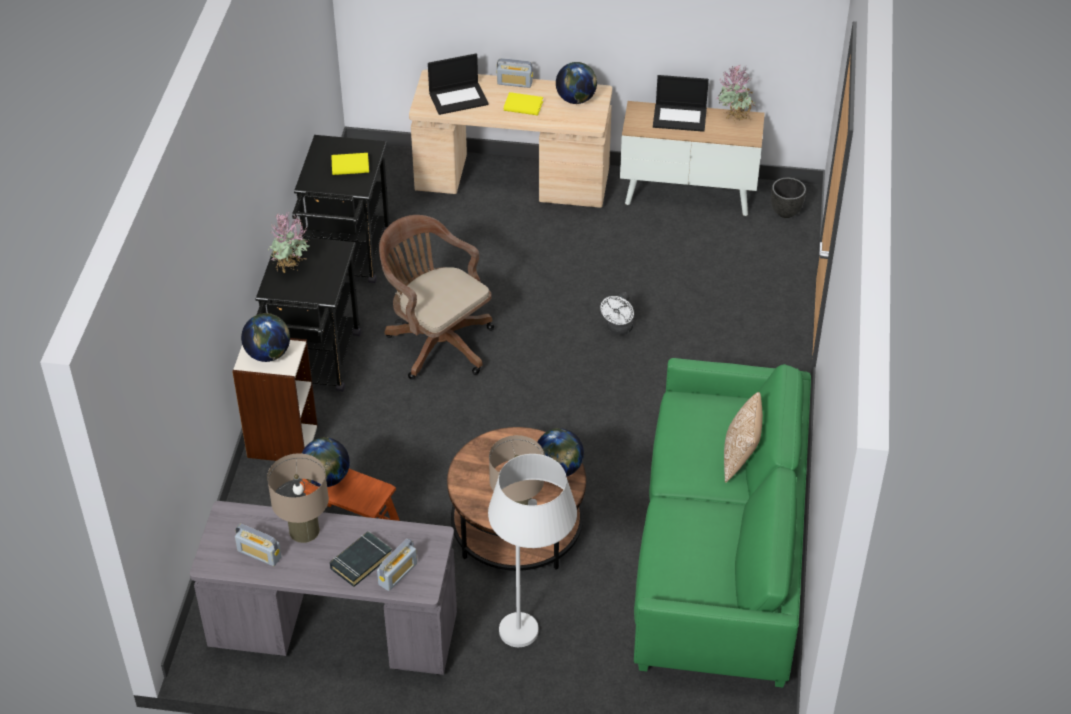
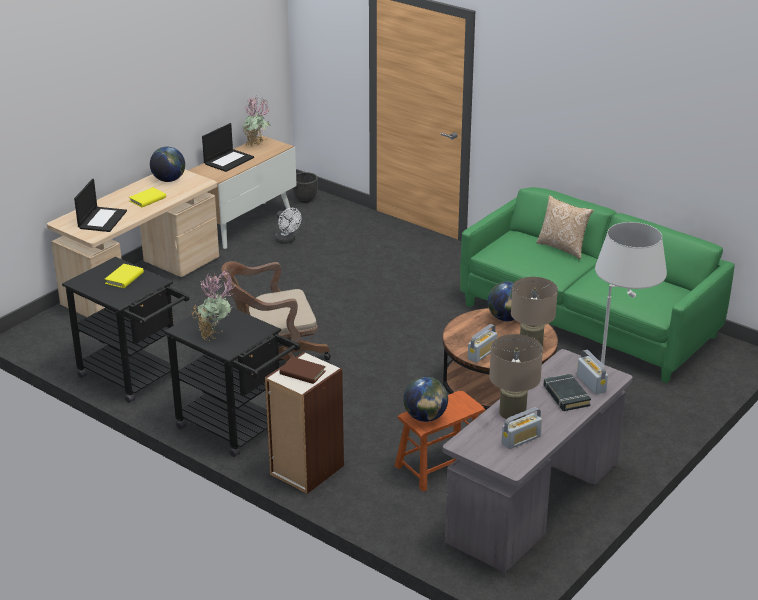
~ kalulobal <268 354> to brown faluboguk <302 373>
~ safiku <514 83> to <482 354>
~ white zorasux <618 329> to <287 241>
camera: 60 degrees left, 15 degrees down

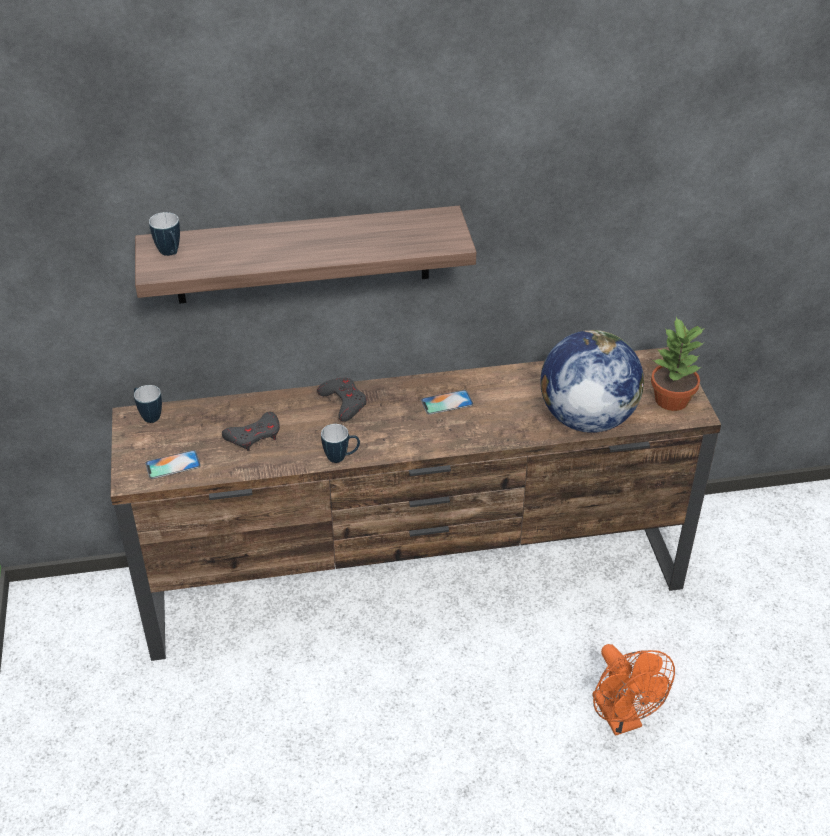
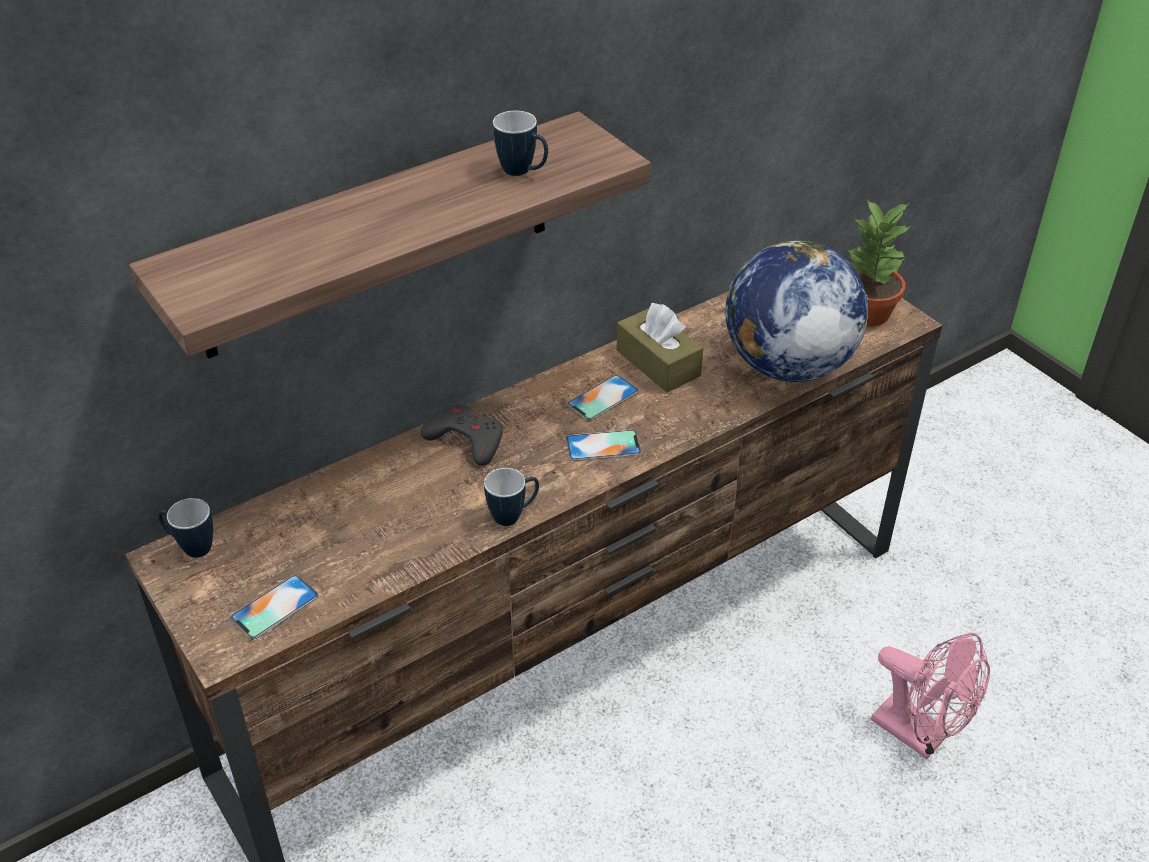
~ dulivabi <171 254> to <523 172>
- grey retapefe <254 435>
~ orange zorasux <621 719> to pink zorasux <920 735>
+ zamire <603 446>
+ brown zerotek <658 363>
camera: 25 degrees left, 0 degrees up

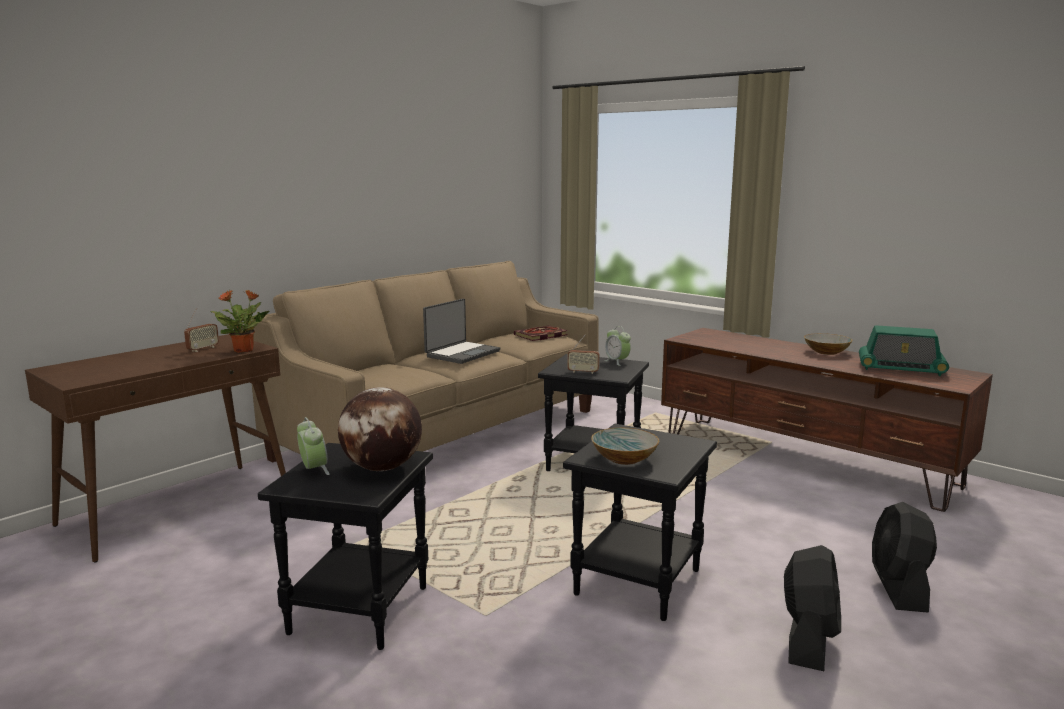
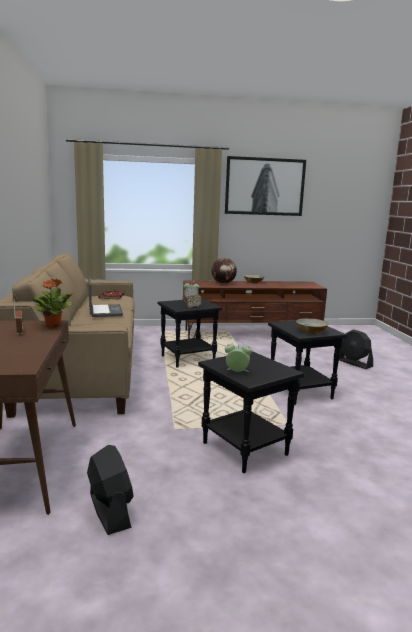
~ kalulobal <382 468> to <223 283>
~ black zorasux <808 639> to <109 510>
- safiku <901 368>
+ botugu <265 186>
camera: 50 degrees left, 0 degrees up

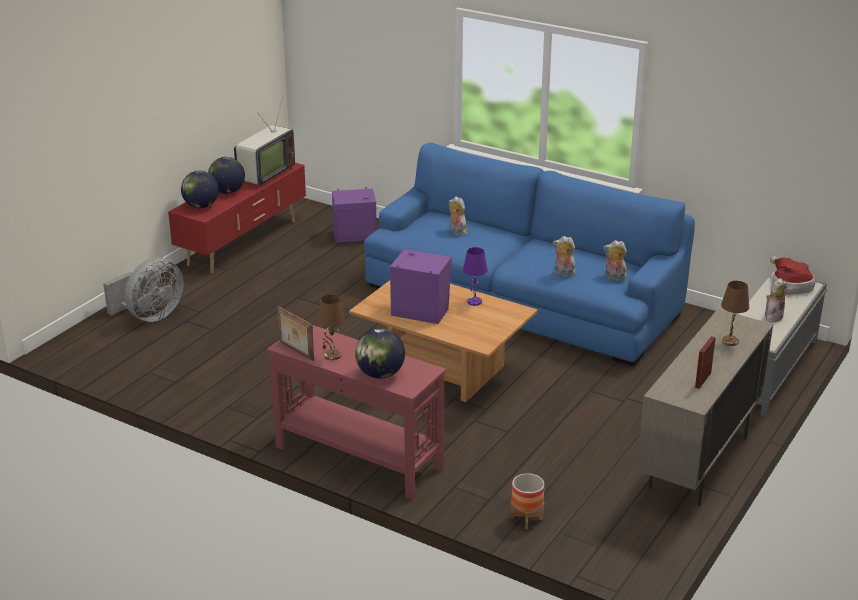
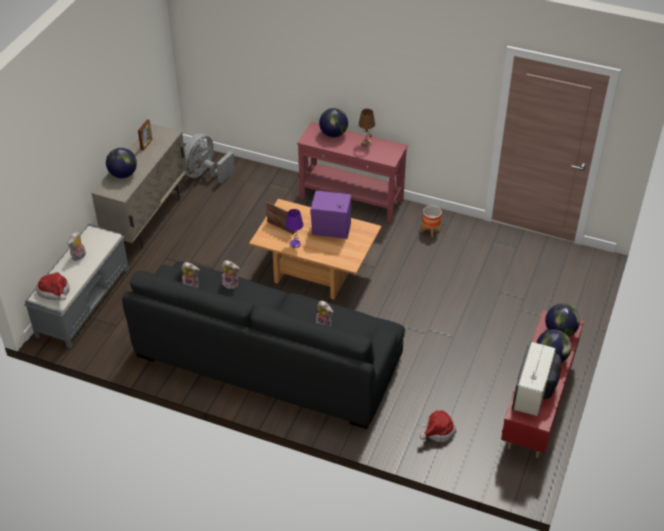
~ grey zorasux <150 316> to <205 174>
~ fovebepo <296 351> to <281 227>
~ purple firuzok <355 236> to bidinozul <438 431>
~ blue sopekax <521 300> to black sopekax <268 357>
~ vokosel <526 518> to <430 230>
~ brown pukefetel <730 341> to kalulobal <123 174>
camera: 170 degrees right, 15 degrees up

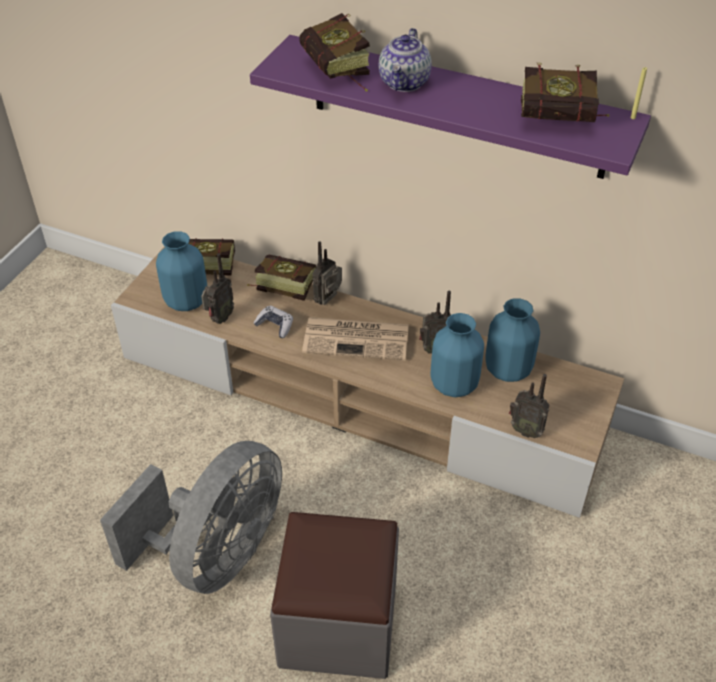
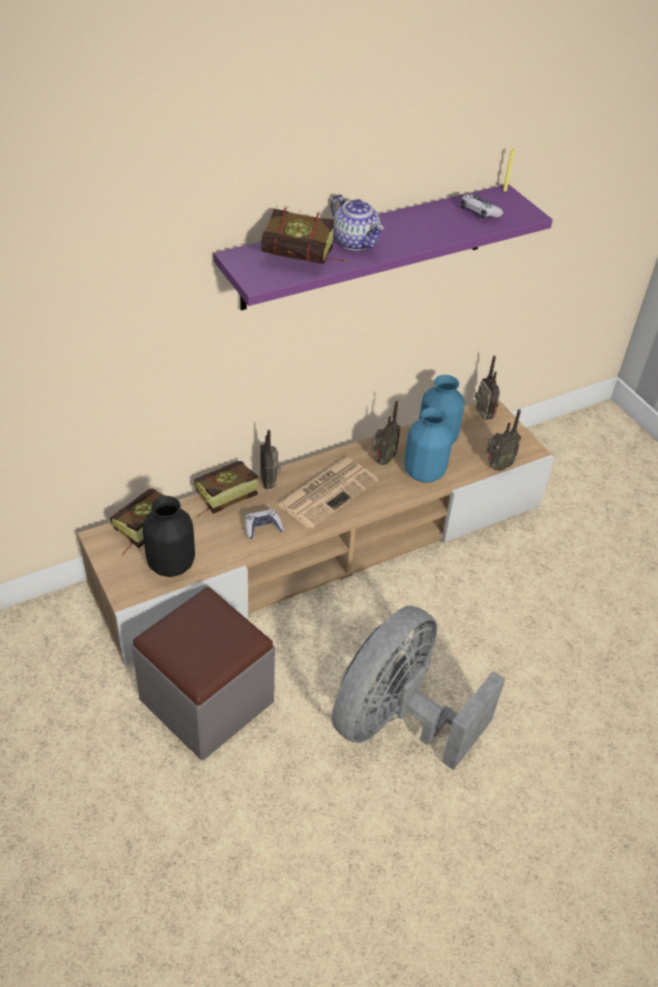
~ grey zorasux <216 554> = <397 721> 120 degrees counterclockwise
~ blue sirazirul <186 301> to black sirazirul <170 564>
~ safiku <219 319> to <482 417>
~ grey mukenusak <338 623> to <207 700>
~ faluboguk <564 120> to retapefe <479 212>
camera: 55 degrees left, 0 degrees up

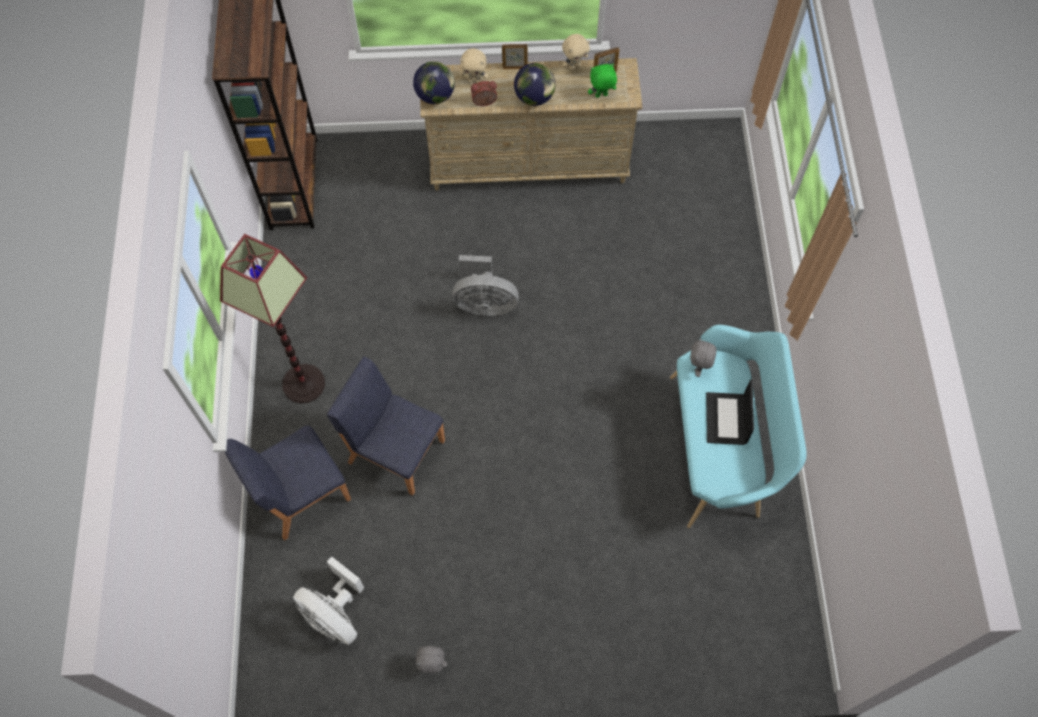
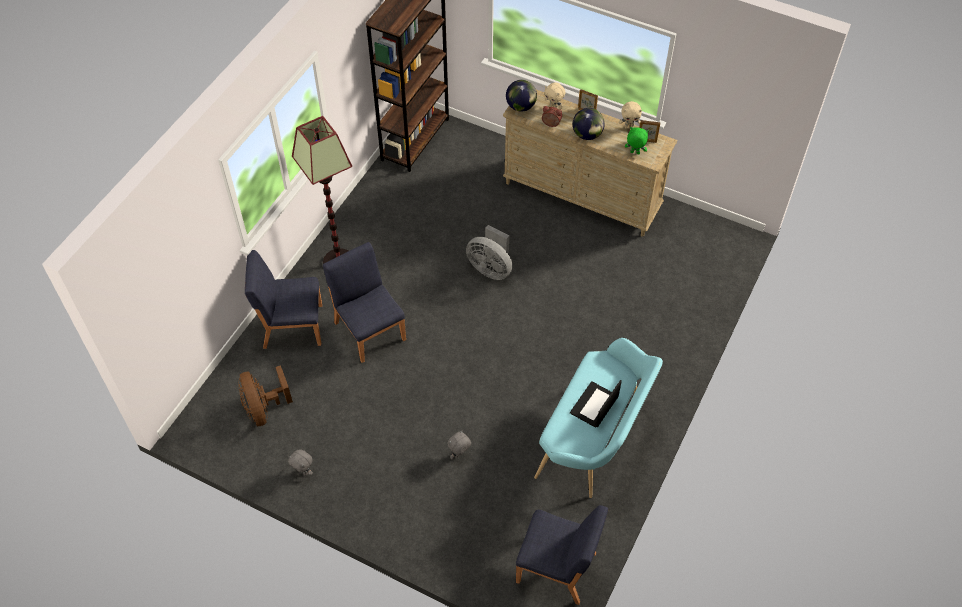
~ white zorasux <335 614> to brown zorasux <264 408>
~ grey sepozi <699 367> to <459 455>
+ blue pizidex <557 568>
camera: 30 degrees right, 10 degrees down

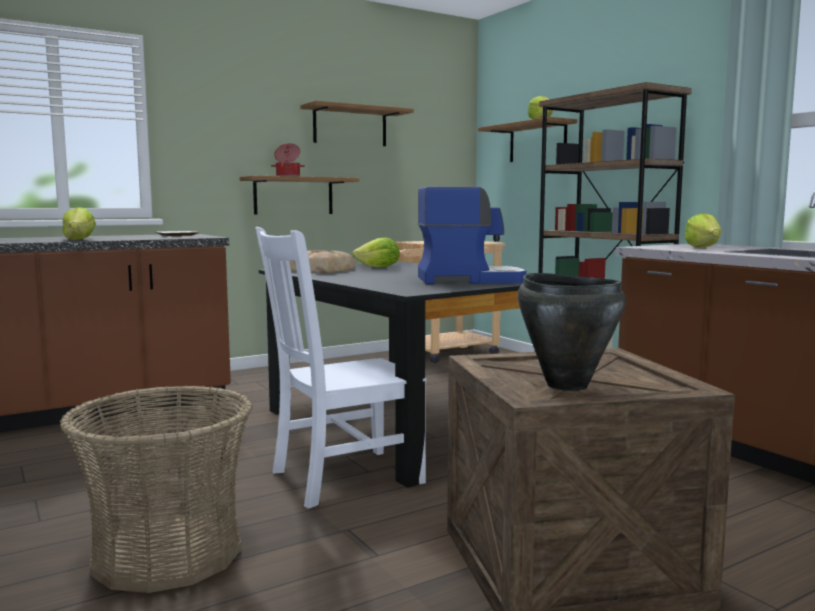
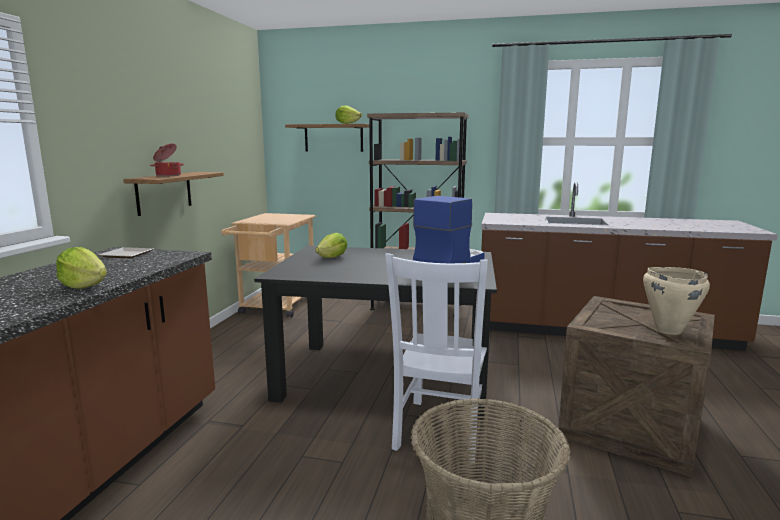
- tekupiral <320 270>
- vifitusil <350 126>
~ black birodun <566 385> to beige birodun <668 330>
- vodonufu <703 247>
camera: 45 degrees left, 5 degrees up

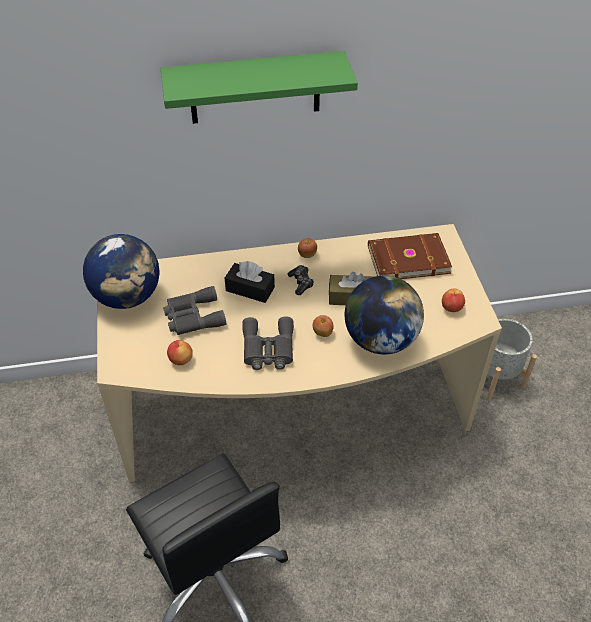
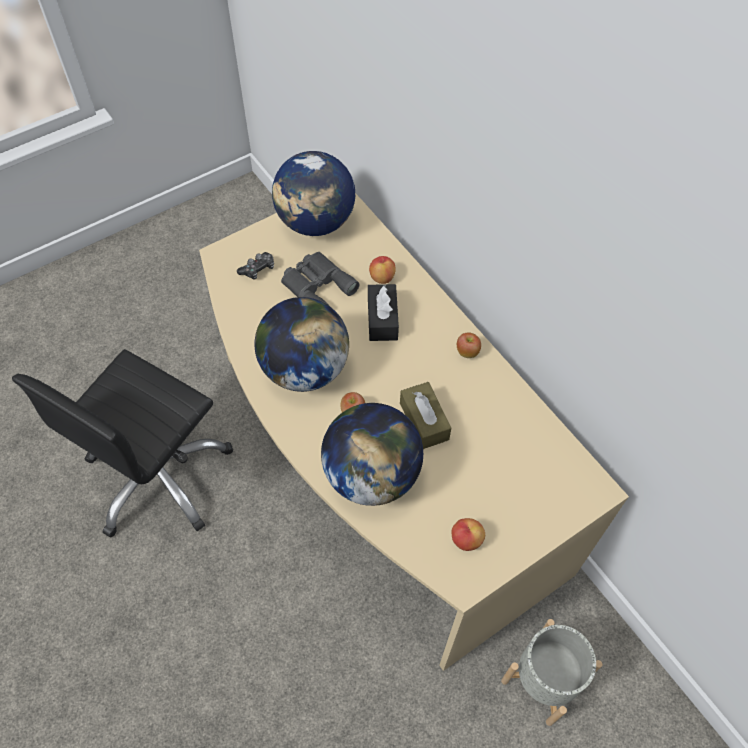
- green vifitusil <255 88>
~ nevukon <180 360> to <382 277>
~ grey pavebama <268 349> to kalulobal <304 369>
~ retapefe <301 283> to <258 269>
- brown faluboguk <407 258>
camera: 65 degrees right, 10 degrees up

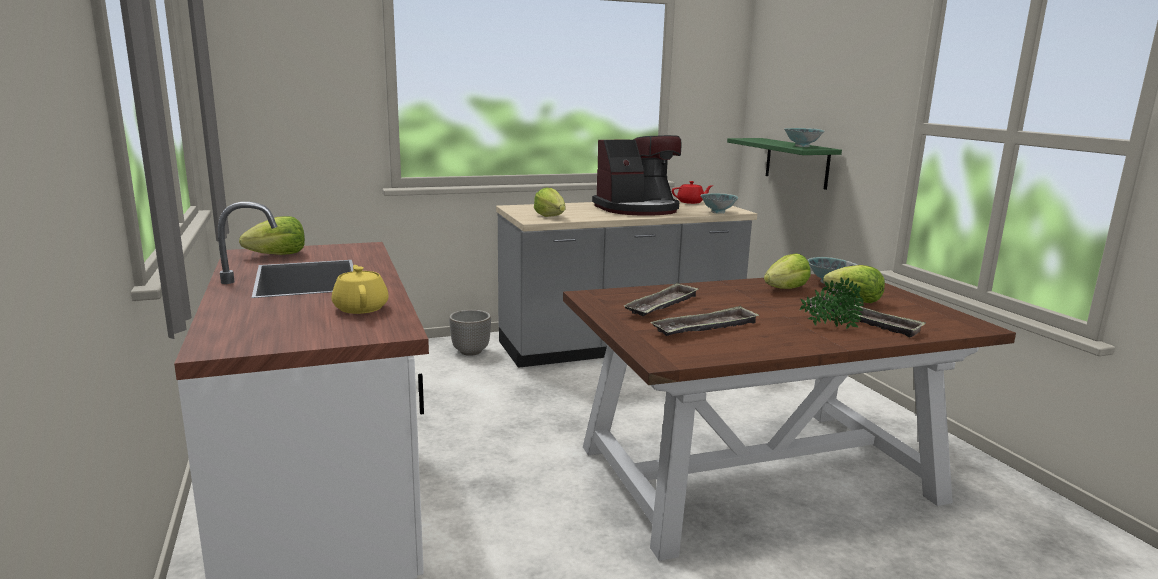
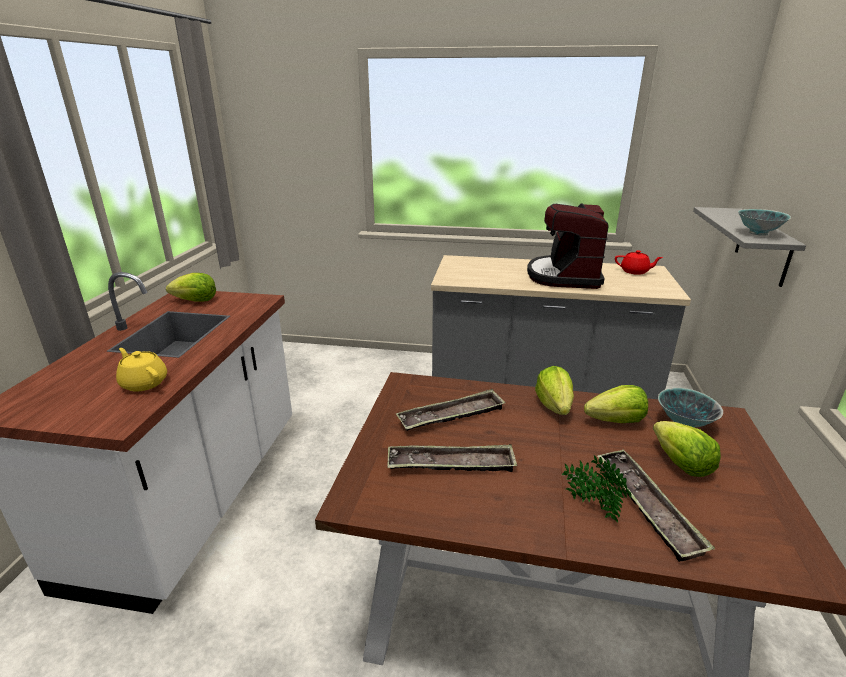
~ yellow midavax <361 308> = <144 383> 60 degrees counterclockwise
- vokosel <471 351>
~ vodonufu <550 216> to <554 406>
~ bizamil <638 209> = <564 276> 90 degrees clockwise
- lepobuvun <717 212>
~ green vifitusil <796 163> to grey vifitusil <763 246>
camera: 30 degrees right, 10 degrees up

